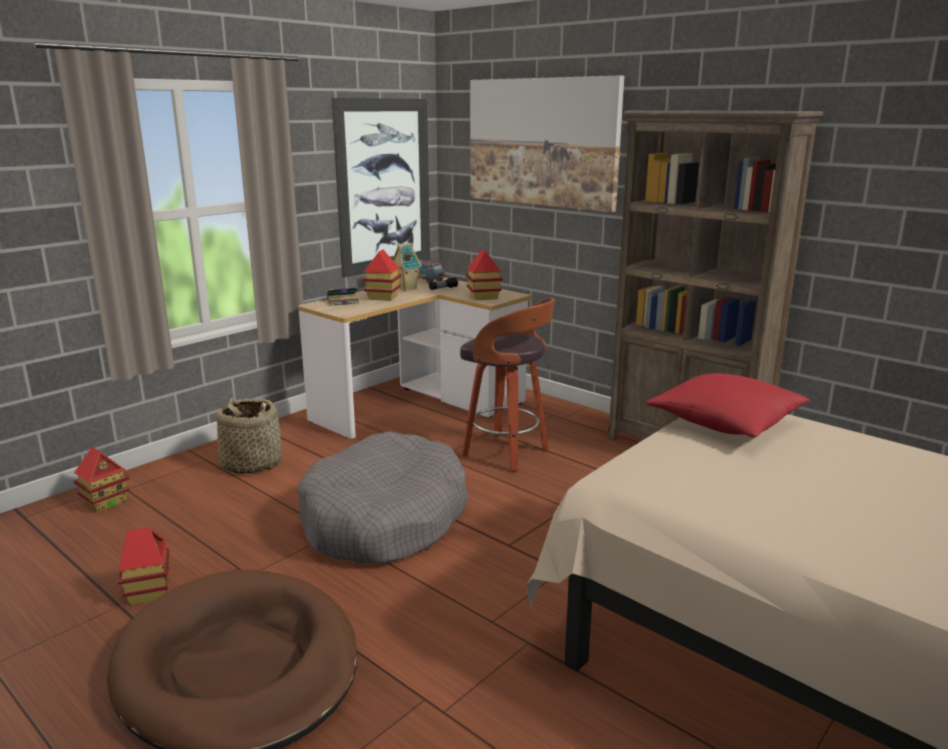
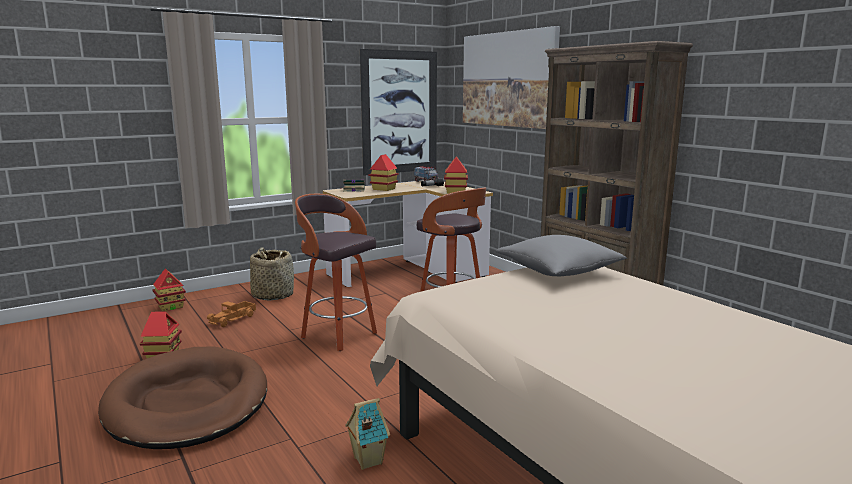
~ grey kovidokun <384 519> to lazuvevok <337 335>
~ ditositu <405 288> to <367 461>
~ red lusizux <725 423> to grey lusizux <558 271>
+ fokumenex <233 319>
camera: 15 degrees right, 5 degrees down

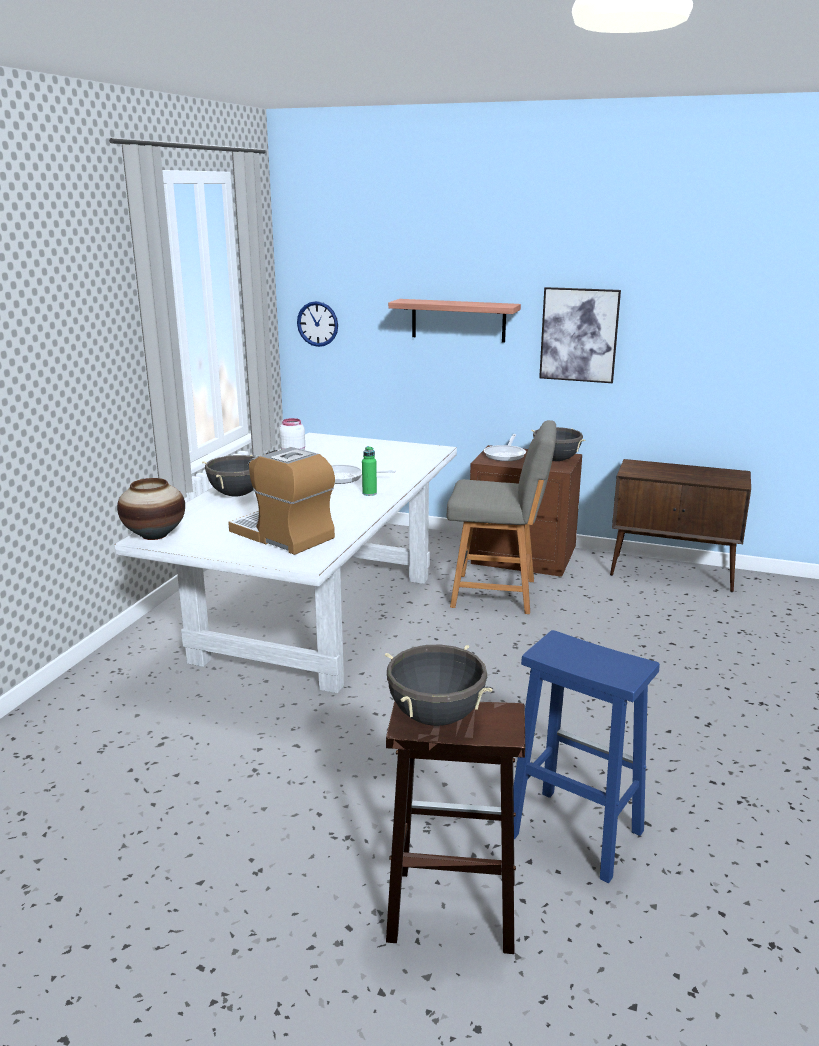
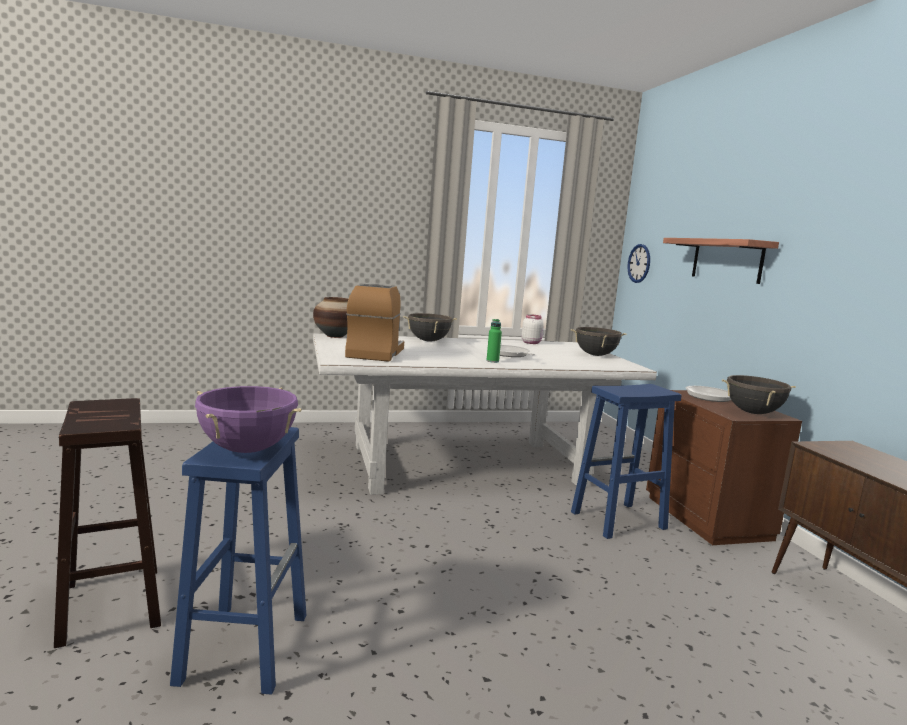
~ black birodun <436 717> to <595 355>
~ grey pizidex <497 594> to blue lazuvevok <617 521>
- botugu <579 335>
+ purple birodun <247 450>
camera: 55 degrees right, 10 degrees down

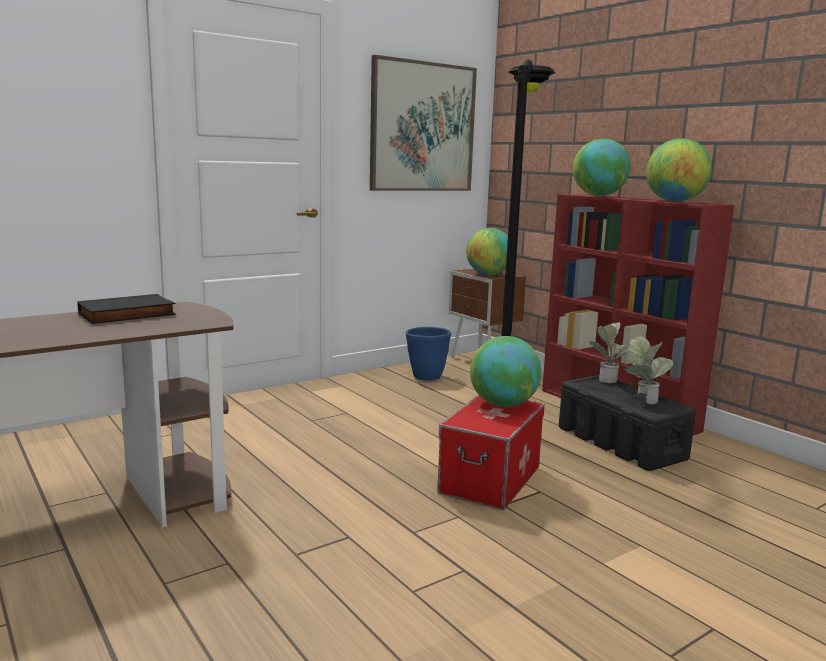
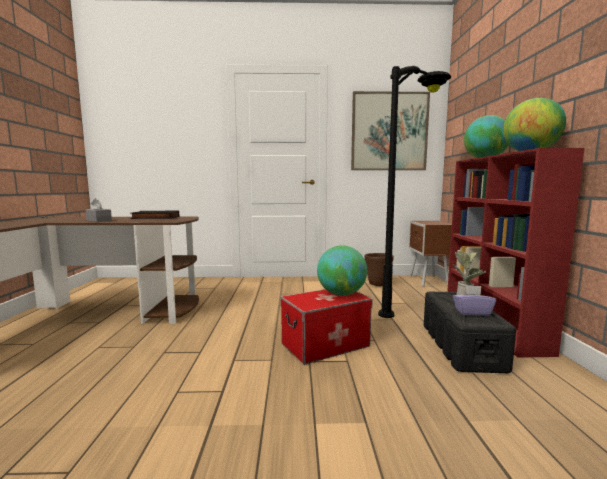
~ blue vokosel <426 377> to brown vokosel <377 284>
- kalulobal <488 274>
~ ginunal <642 399> to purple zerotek <472 312>
+ grey zerotek <99 220>
camera: 35 degrees right, 5 degrees down

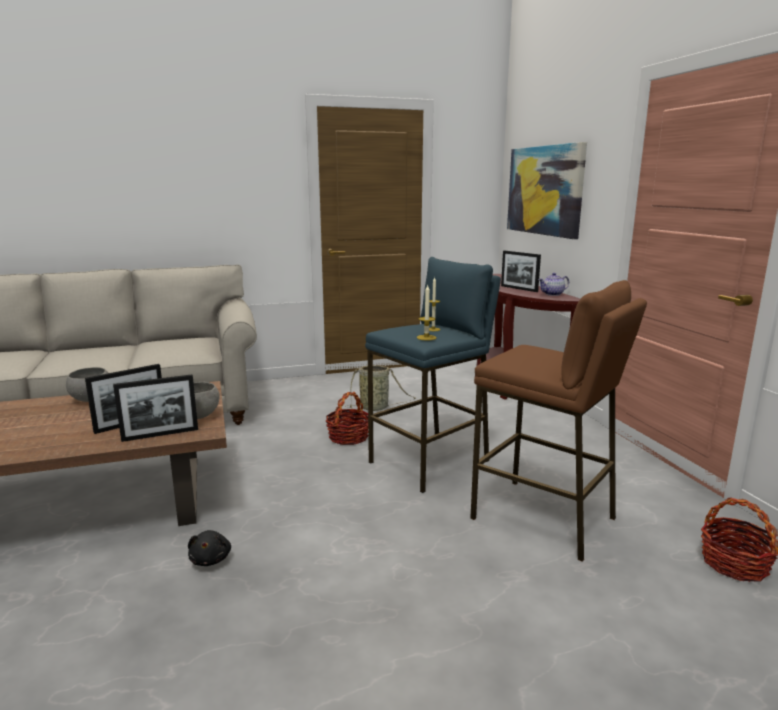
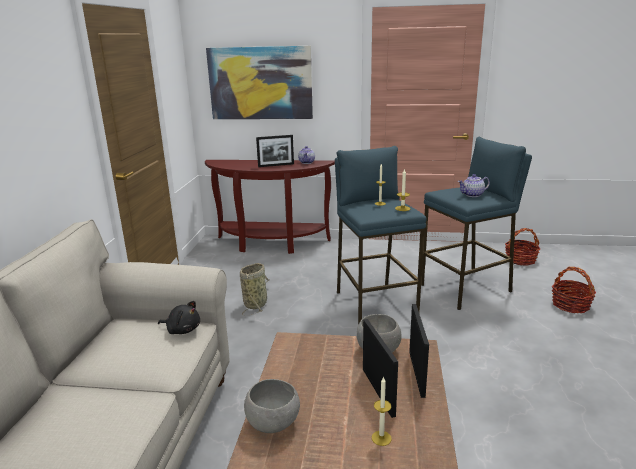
~ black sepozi <211 559> to <182 330>
~ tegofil <348 437> to <570 305>
~ brown lazuvevok <544 518> to blue lazuvevok <466 288>
+ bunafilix <381 438>
+ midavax <472 195>
camera: 65 degrees left, 5 degrees up

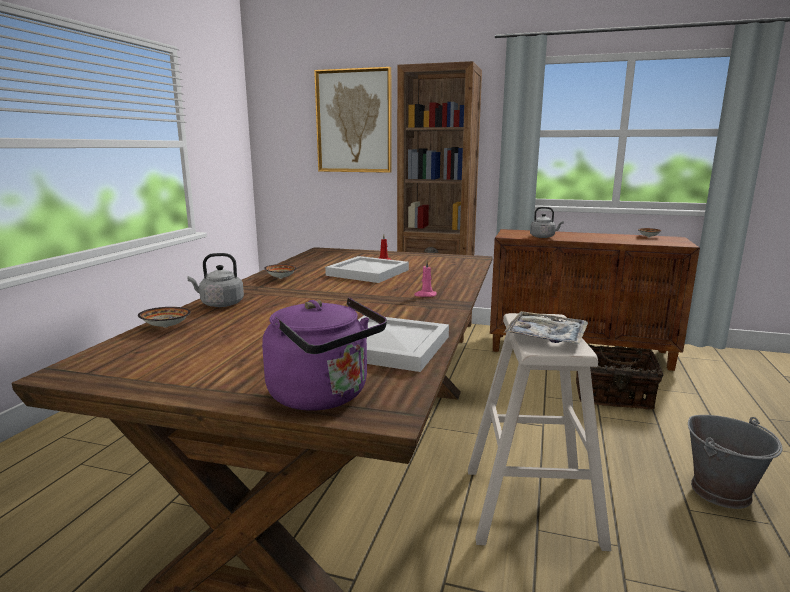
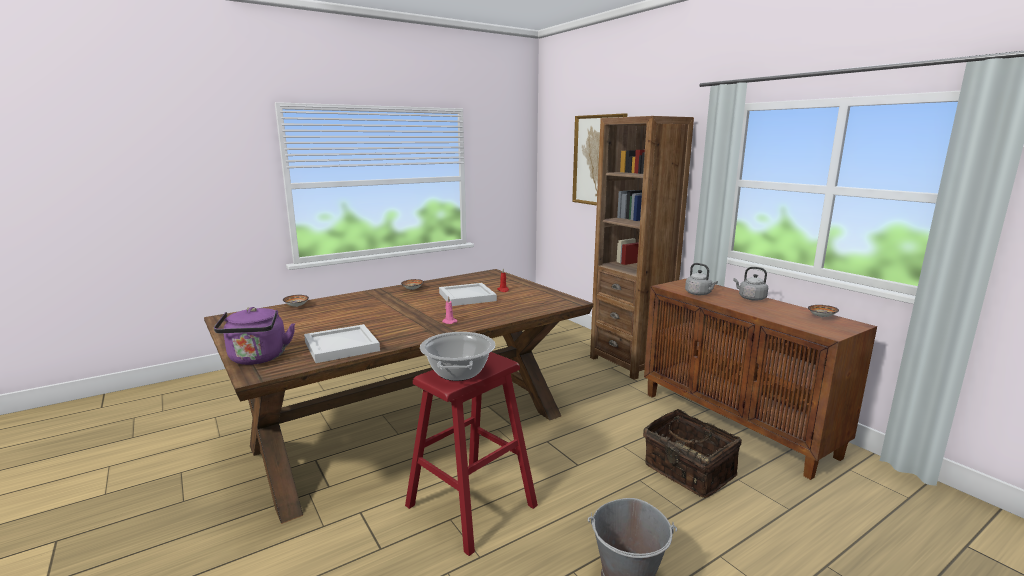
~ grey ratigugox <220 304> to <750 298>
~ beige lazuvevok <531 506> to red lazuvevok <471 506>
~ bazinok <546 336> to birodun <458 372>
camera: 40 degrees right, 0 degrees up

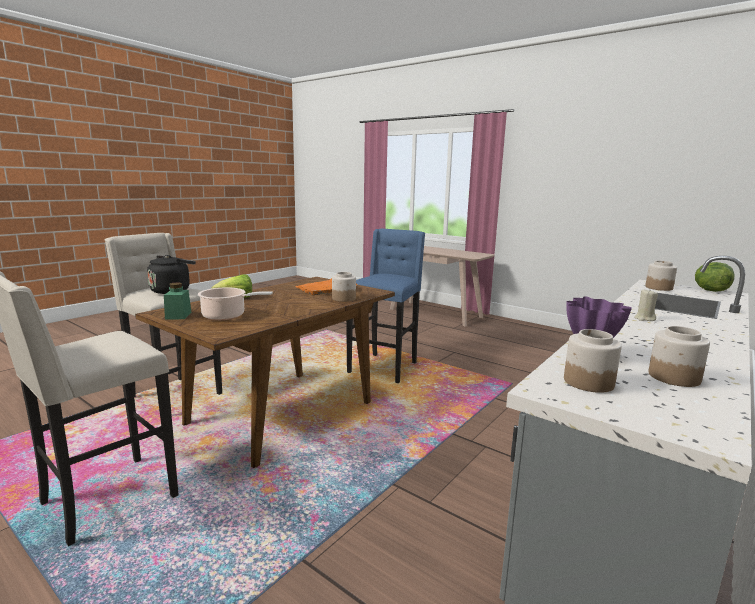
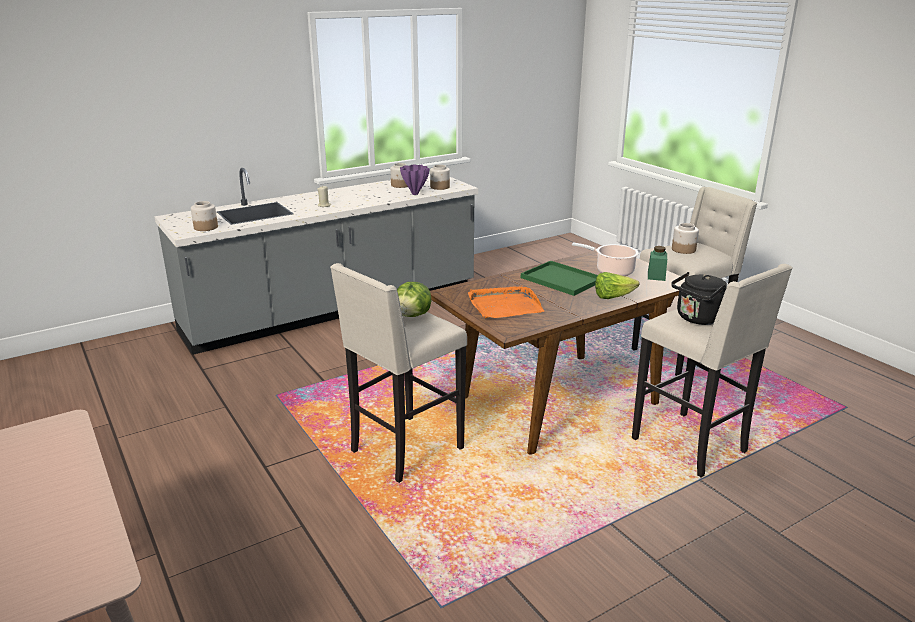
~ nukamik <343 298> to <684 250>
~ blue lazuvevok <384 367> to beige lazuvevok <404 450>
~ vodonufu <709 290> to <413 315>
+ green bazinok <563 279>
camera: 160 degrees left, 10 degrees up

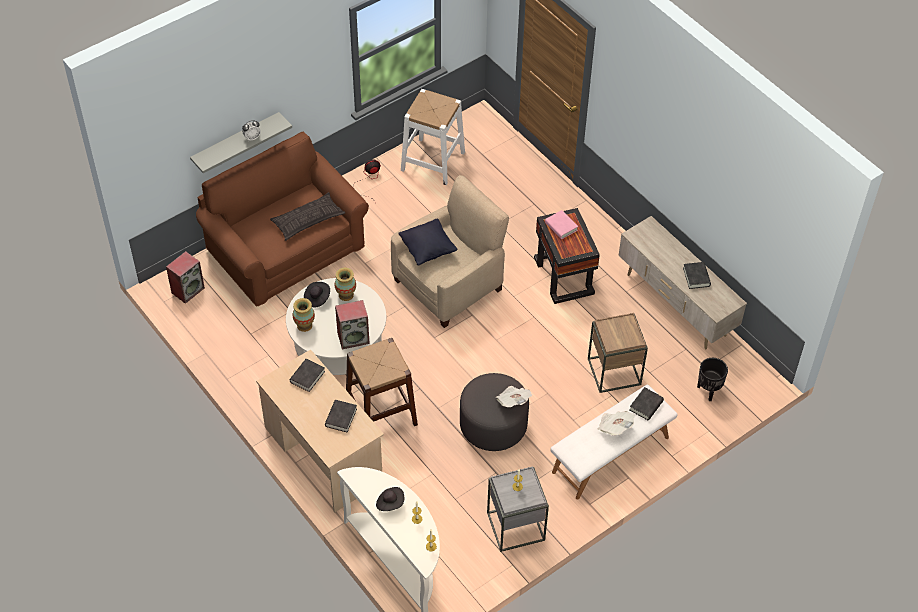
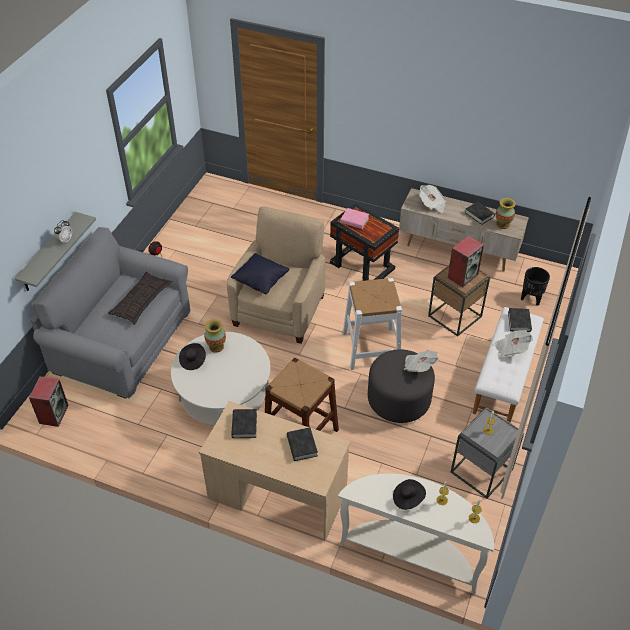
~ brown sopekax <286 250> to grey sopekax <122 342>
~ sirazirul <304 325> to <502 224>
~ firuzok <353 337> to <462 275>
~ white lazuvevok <433 161> to <371 348>
+ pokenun <432 204>
camera: 30 degrees left, 5 degrees down

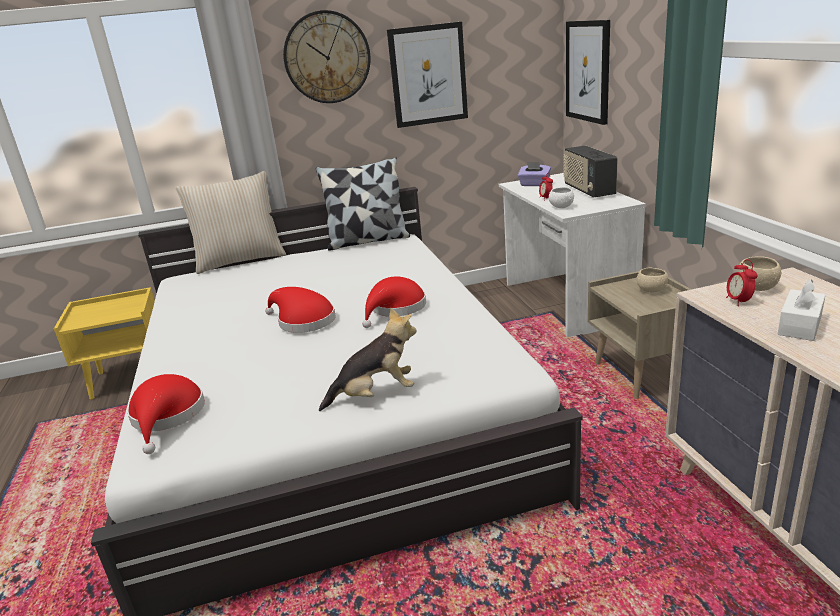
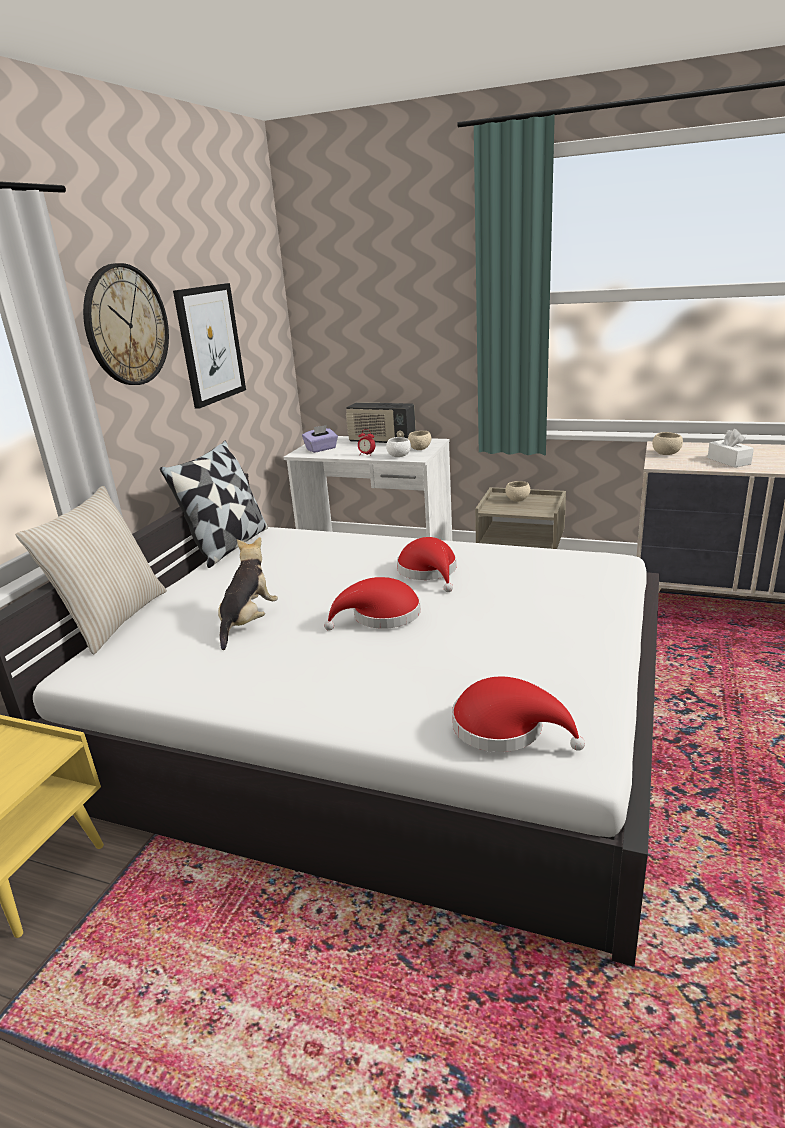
~ sepozi <376 395> to <248 622>
- botugu <588 71>
- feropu <738 301>
+ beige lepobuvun <420 449>
camera: 55 degrees left, 0 degrees up

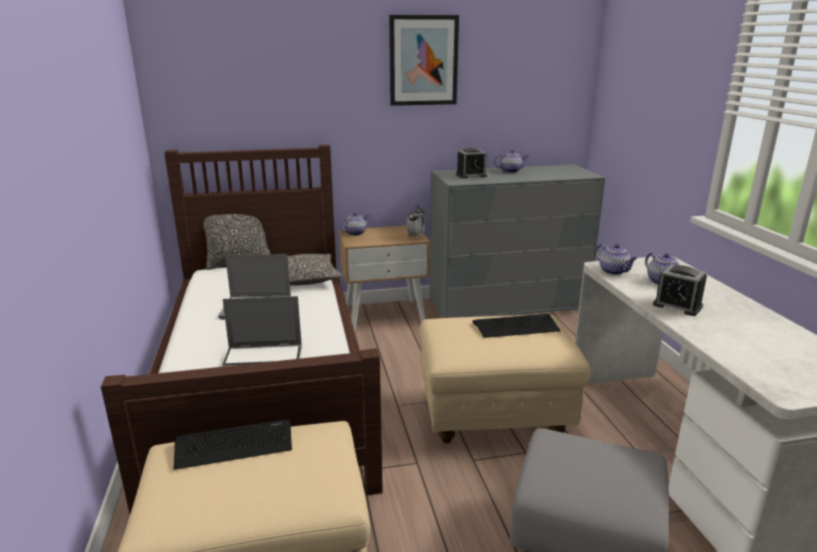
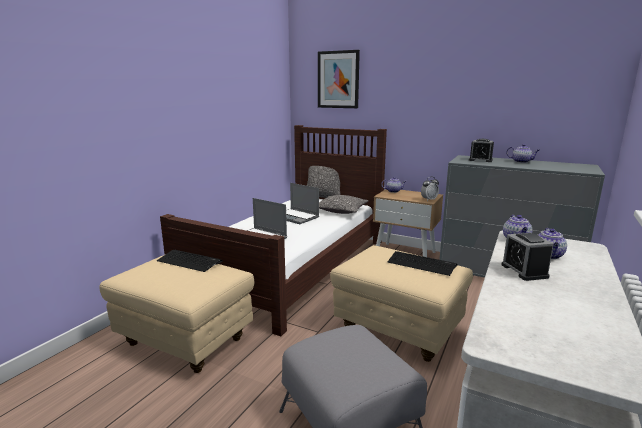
~ botugu <423 60> to <338 79>
camera: 40 degrees right, 5 degrees down

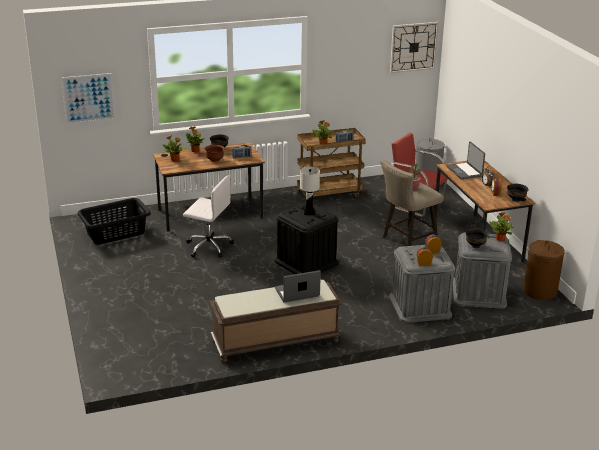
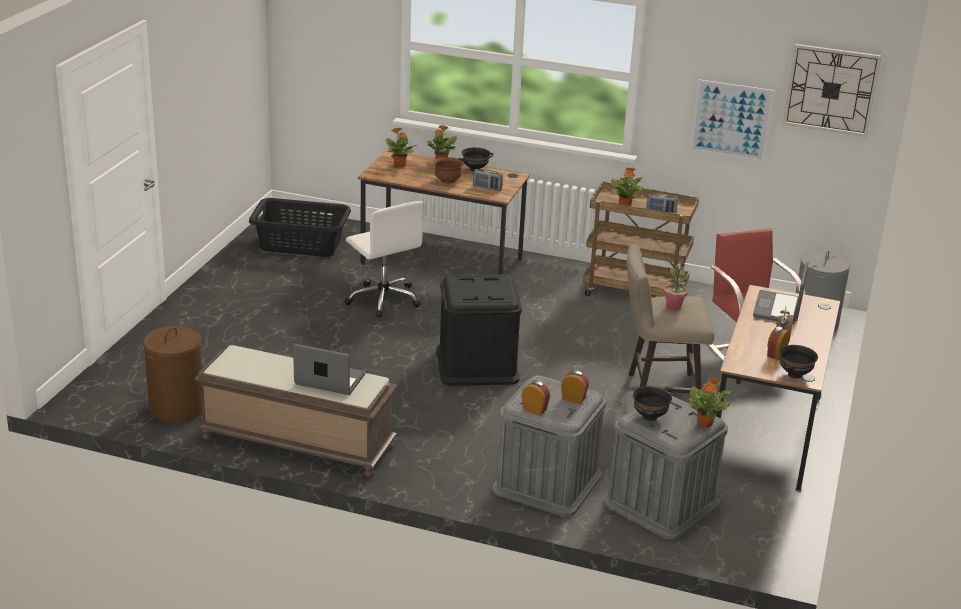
~ botugu <88 98> to <731 120>
- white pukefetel <309 212>
~ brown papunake <539 291> to <177 408>
camera: 35 degrees right, 0 degrees up

